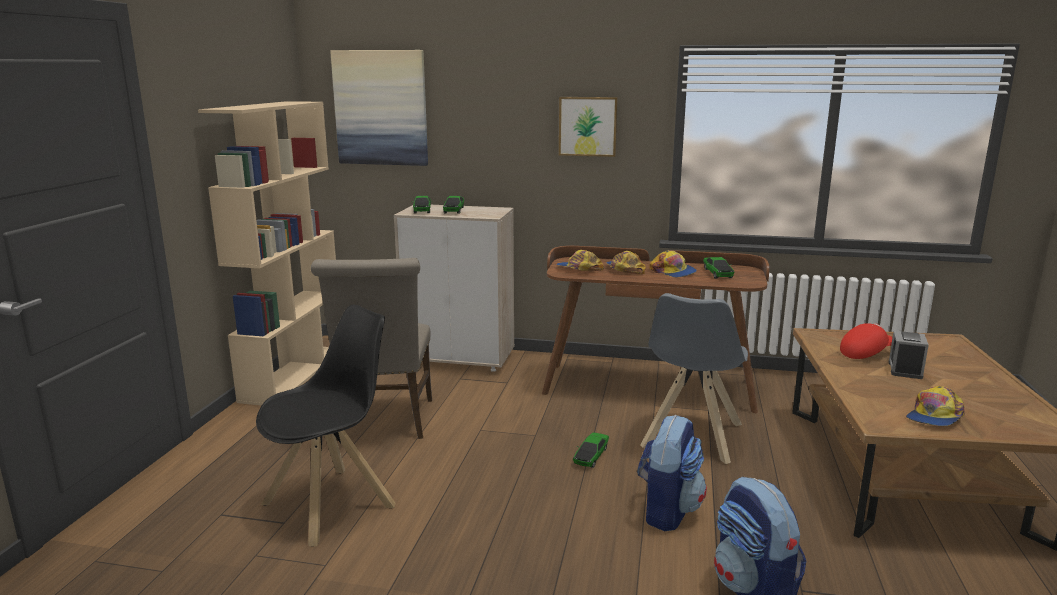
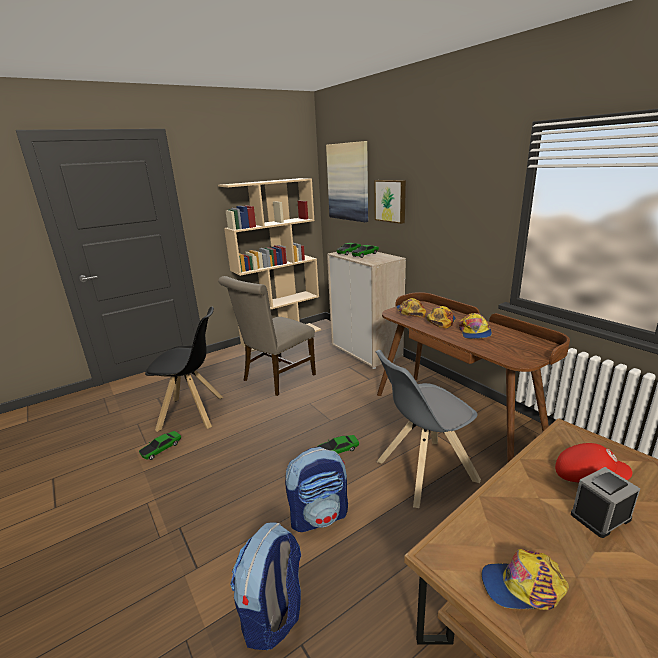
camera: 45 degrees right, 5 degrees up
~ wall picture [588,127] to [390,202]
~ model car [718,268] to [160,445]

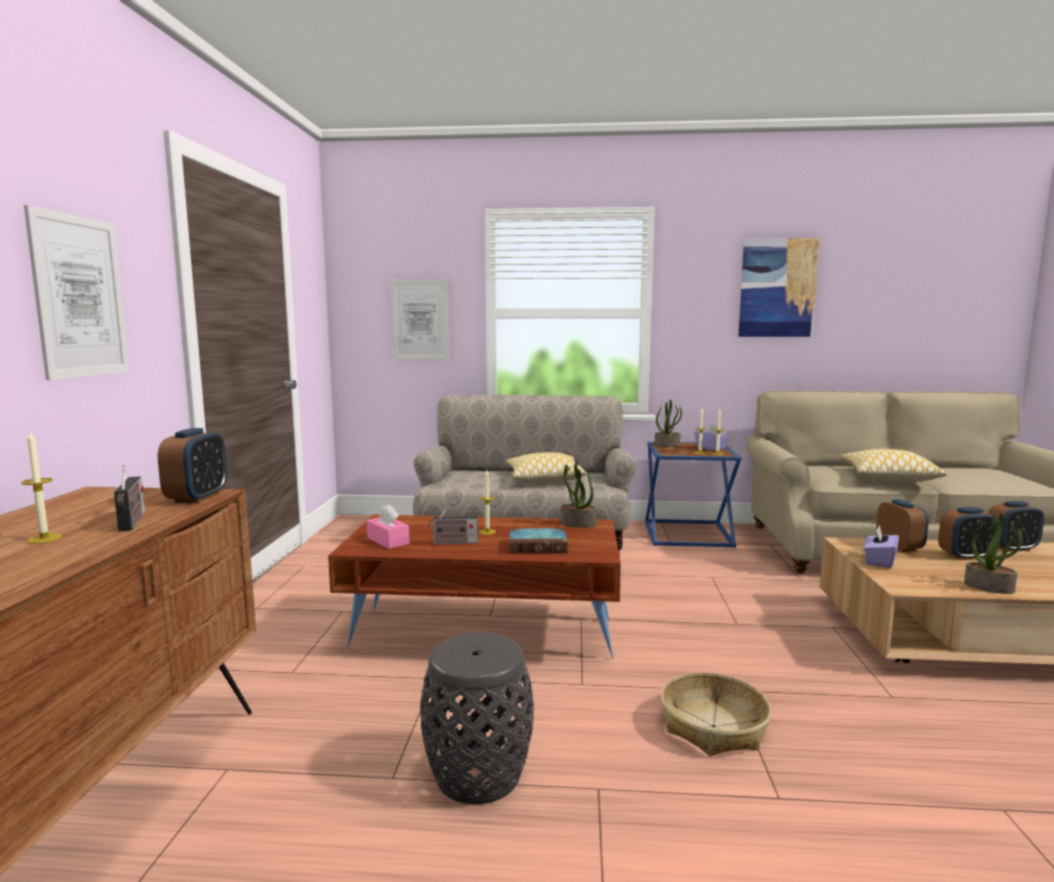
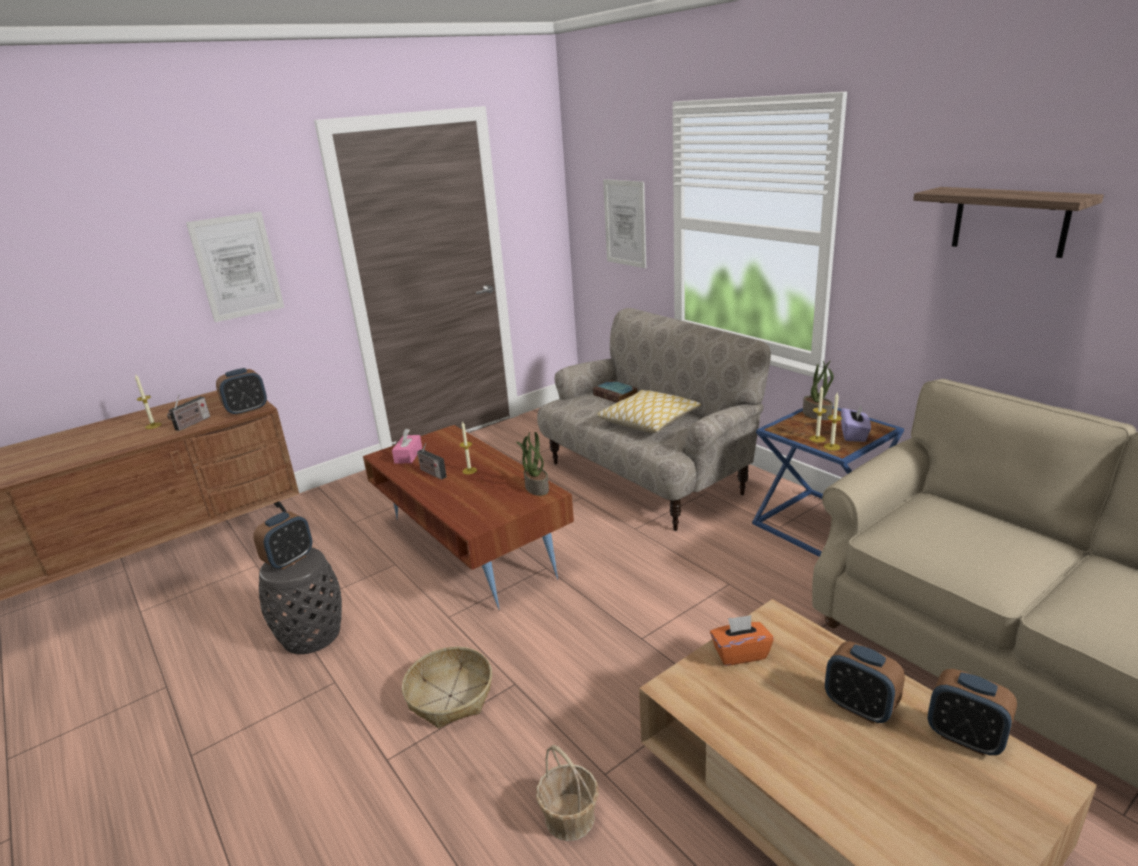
camera: 50 degrees right, 15 degrees up
- pillow [893,465]
- potted plant [993,553]
+ household basket [567,793]
~ book [539,541] to [615,391]
~ alarm clock [902,525] to [282,540]
~ wall picture [778,287] to wall shelf [1008,222]
~ purplish tissue holder [881,546] to orange-coloured tissue holder [742,640]

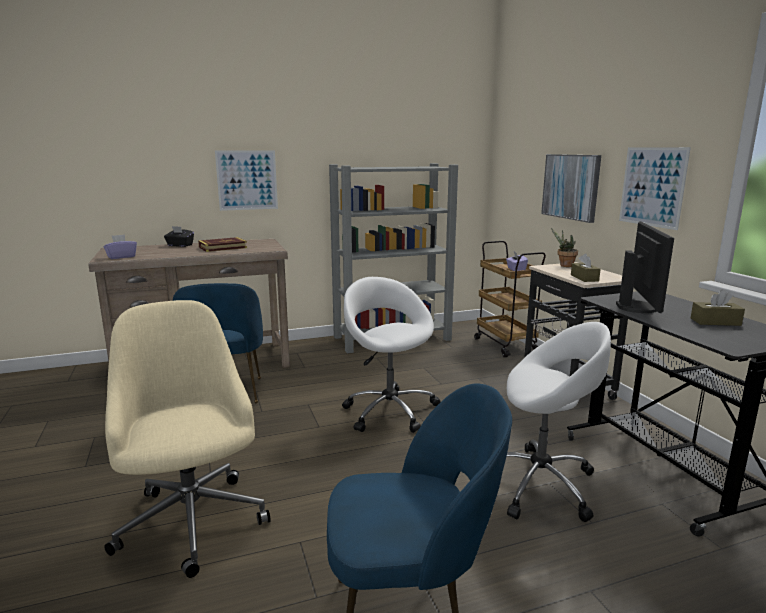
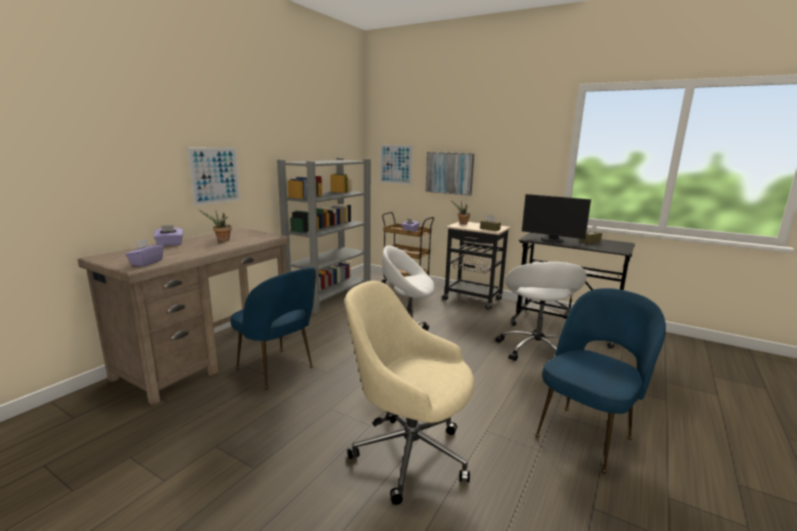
camera: 40 degrees left, 0 degrees up
~ wall picture [655,188] to [396,164]
~ book [222,244] to potted plant [215,225]
~ black tissue holder [179,236] to purplish tissue holder [168,235]
~ white office chair [559,422] = [541,311] 120 degrees clockwise
~ monitor [645,267] = [556,218] 150 degrees clockwise

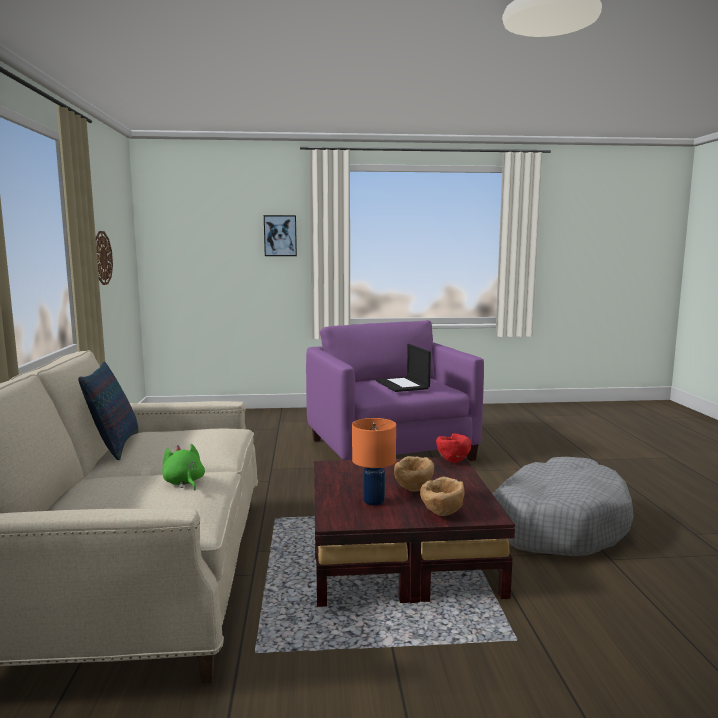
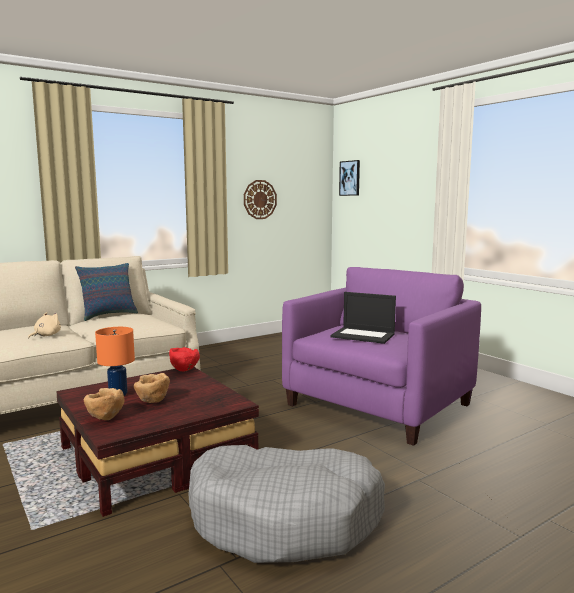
camera: 60 degrees right, 0 degrees up
~ wall picture [280,235] to [349,178]
~ reddish bowl [453,448] to [184,359]
~ greenish plush toy [183,466] to beige-coloured plush toy [44,325]
~ laptop [403,368] = [363,318] 105 degrees counterclockwise

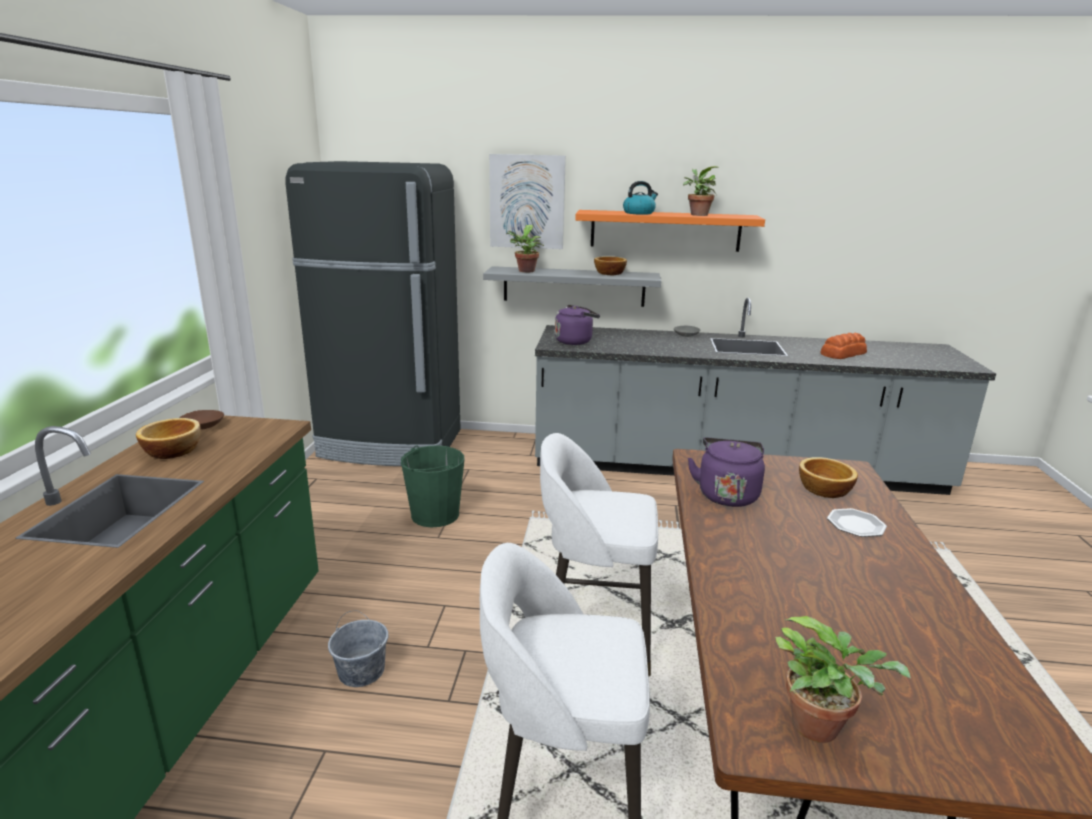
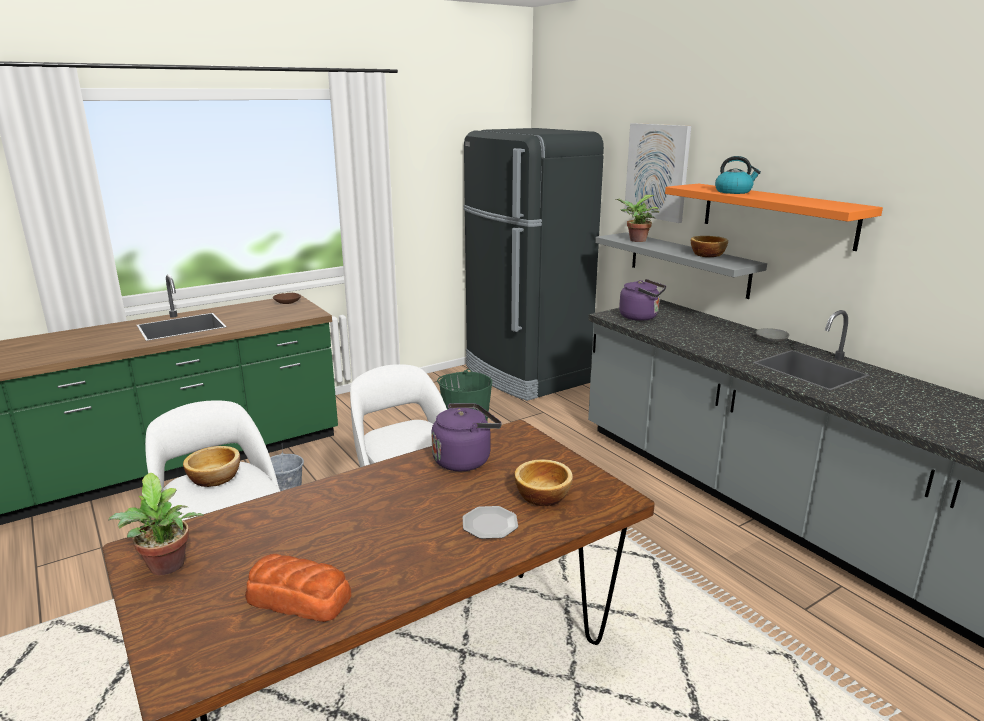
camera: 50 degrees right, 0 degrees up
- potted plant [701,191]
~ bowl [168,438] to [211,466]
~ bakery bread [843,346] to [298,588]

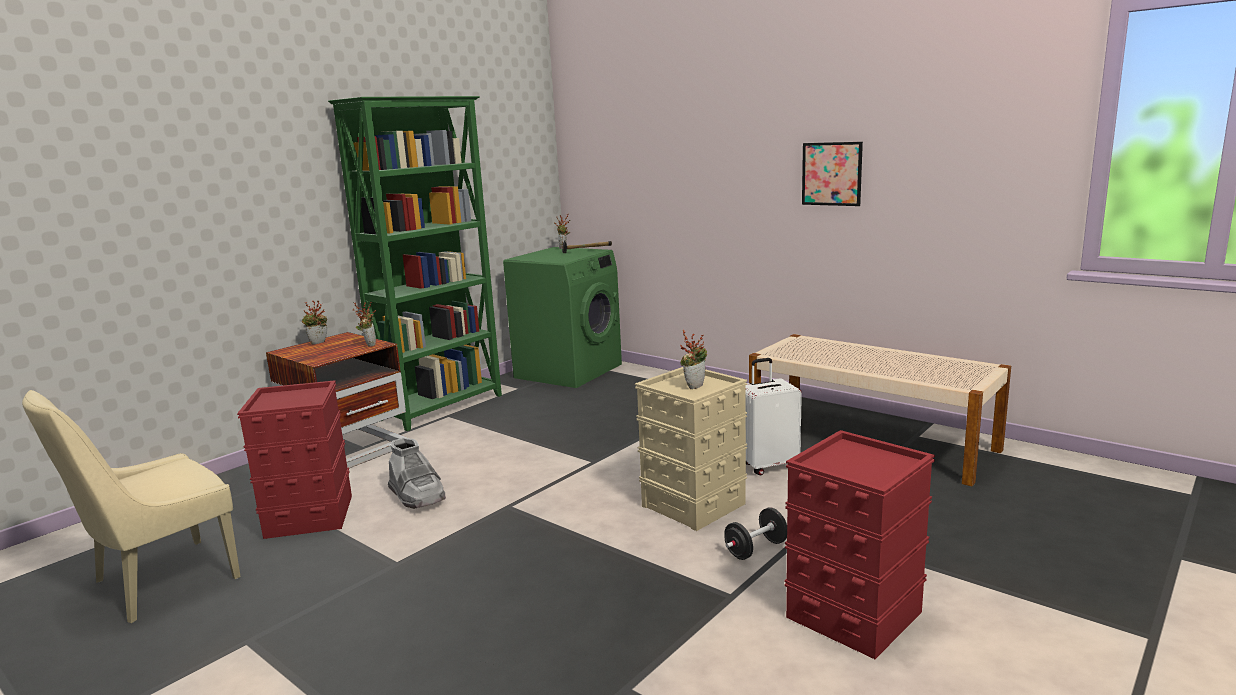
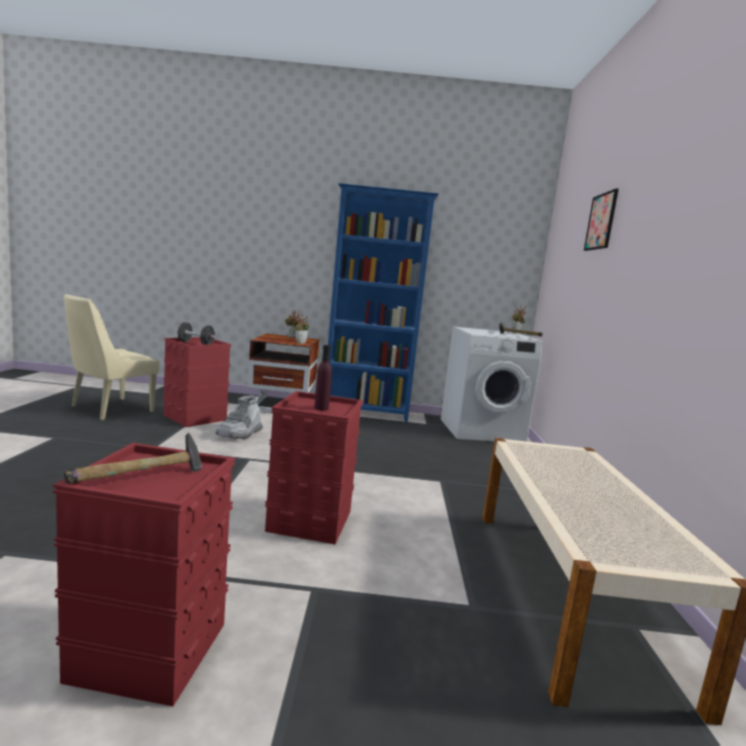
camera: 50 degrees right, 5 degrees down
- white travel case [774,417]
+ tool hammer [133,458]
~ black dumbbell [755,533] to [196,333]
~ wall picture [832,174] to [601,220]
~ potted plant [693,359] to purplish beverage bottle [323,378]
~ greenish shelving unit [415,263] to blue-coloured shelving unit [383,302]
~ greenish laundry appliance [562,317] to white laundry appliance [491,384]
~ beige-coloured storage box [691,449] to reddish storage box [314,467]
~ beige-coloured upright chair [131,506] = [111,357] 60 degrees counterclockwise

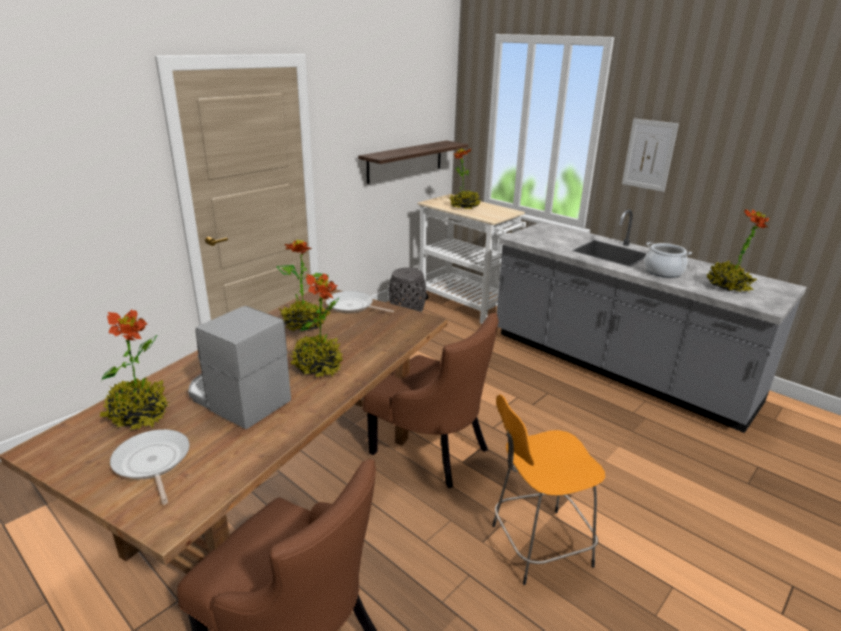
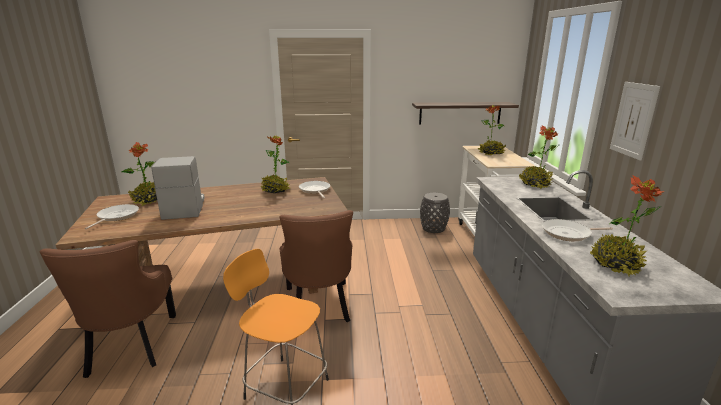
camera: 45 degrees right, 5 degrees down
~ potted plant [316,325] to [539,157]
~ cooking pot [668,260] to skillet [577,230]

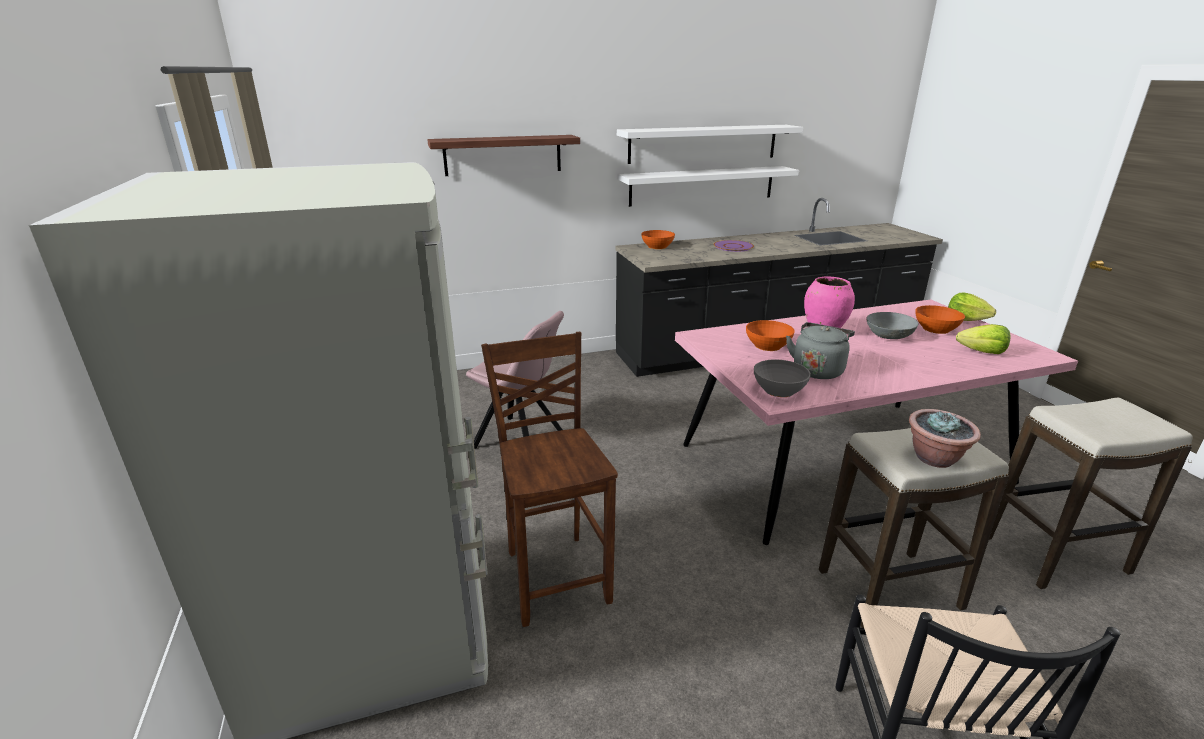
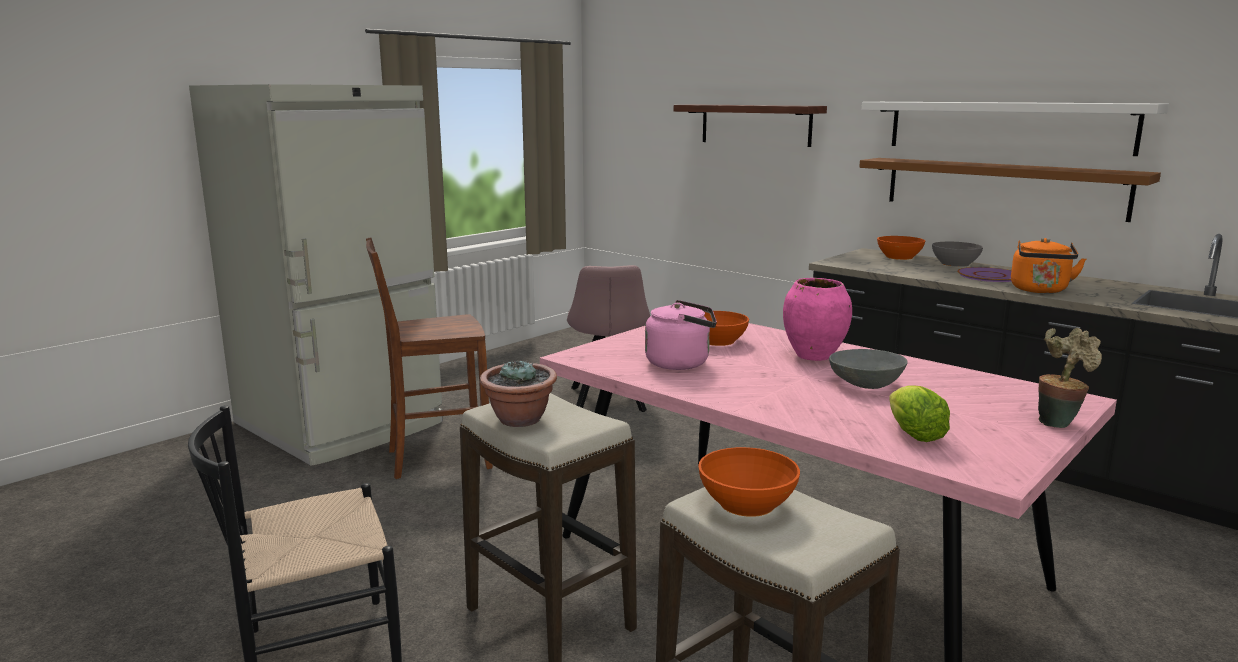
camera: 60 degrees right, 10 degrees down
+ orange-coloured water kettle [1048,265]
~ gray bowl [782,378] to [957,254]
~ orange-coloured bowl [940,319] to [749,482]
~ lettuce head [972,306] to potted plant [1070,378]
~ white wall shelf [708,186] to brownish wall shelf [1010,190]
~ gray water kettle [820,350] to pink-coloured water kettle [681,335]
~ brownish upright chair [549,479] = [429,358] 150 degrees counterclockwise

